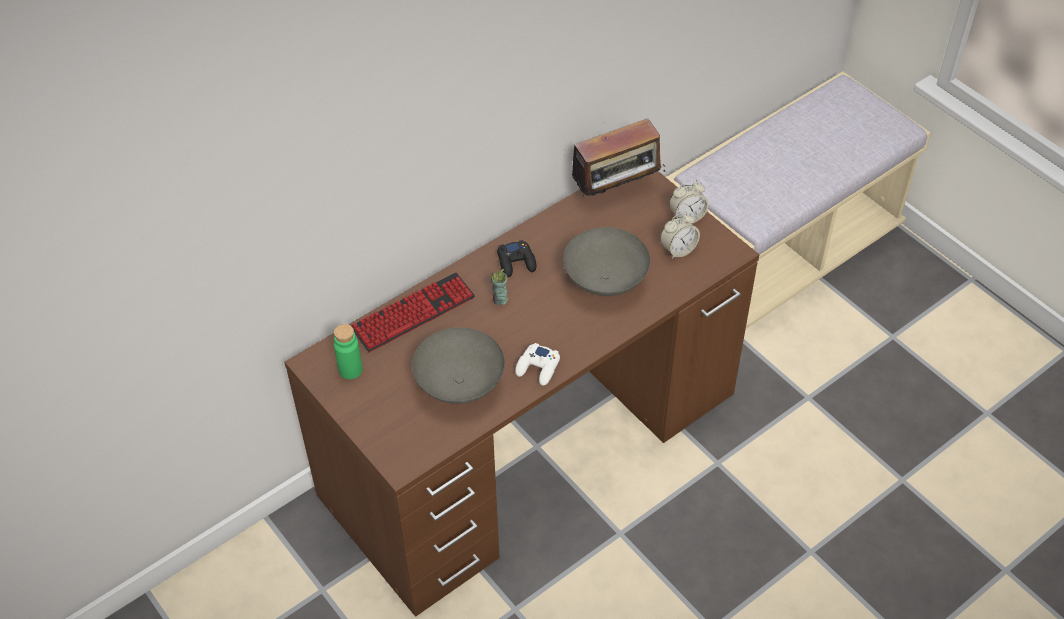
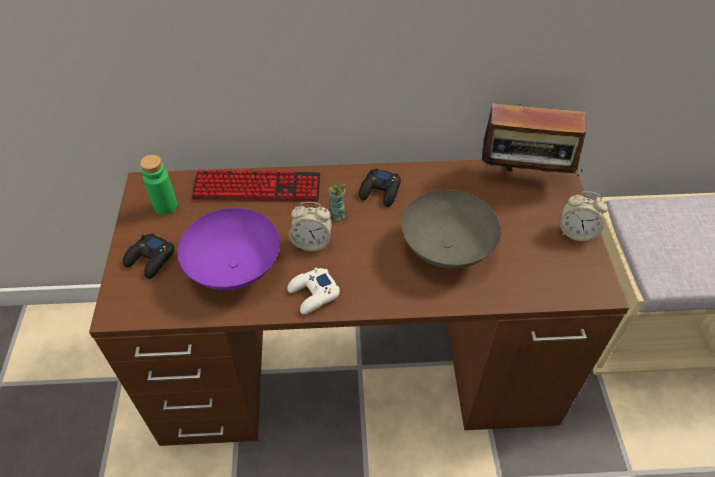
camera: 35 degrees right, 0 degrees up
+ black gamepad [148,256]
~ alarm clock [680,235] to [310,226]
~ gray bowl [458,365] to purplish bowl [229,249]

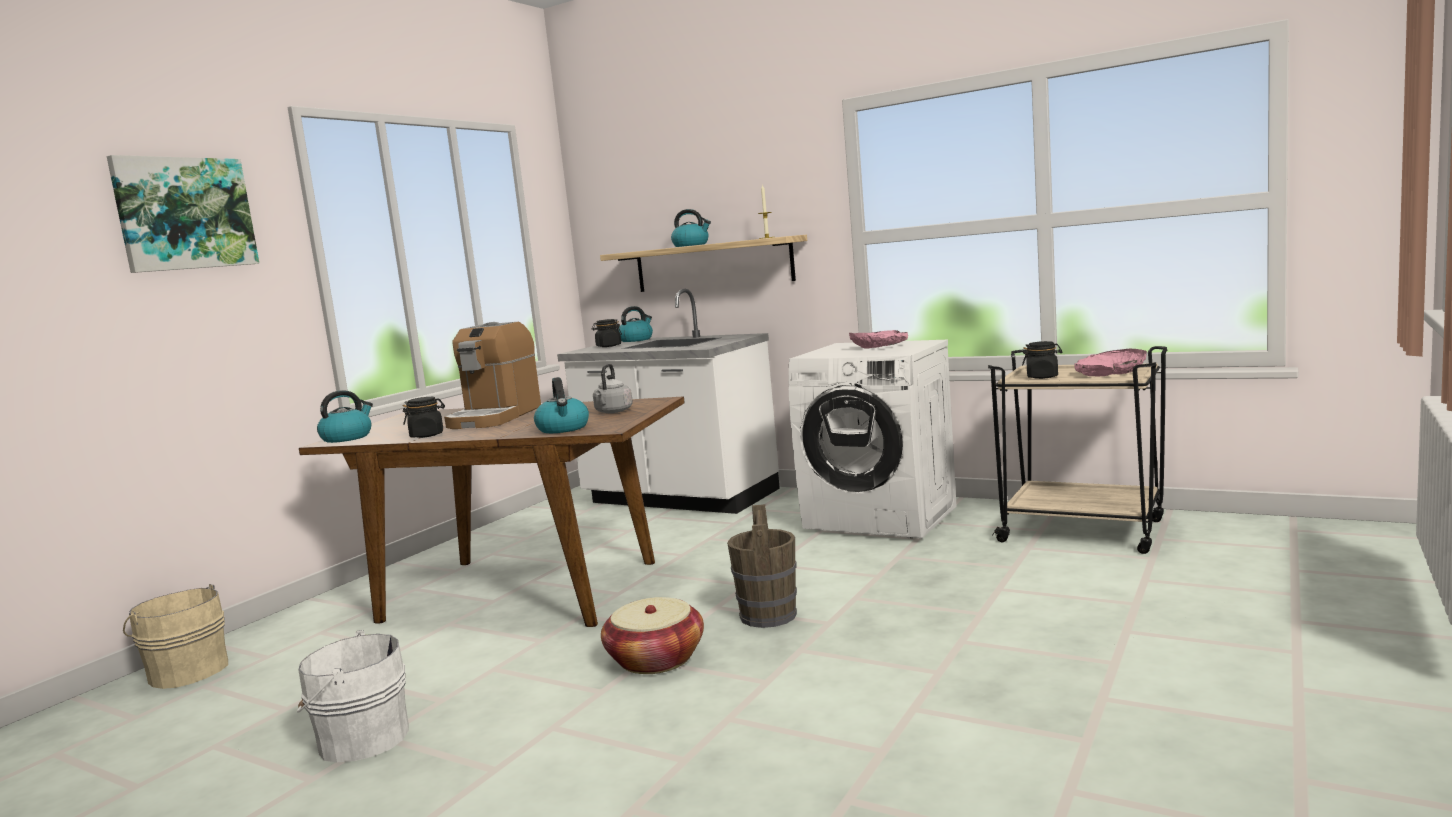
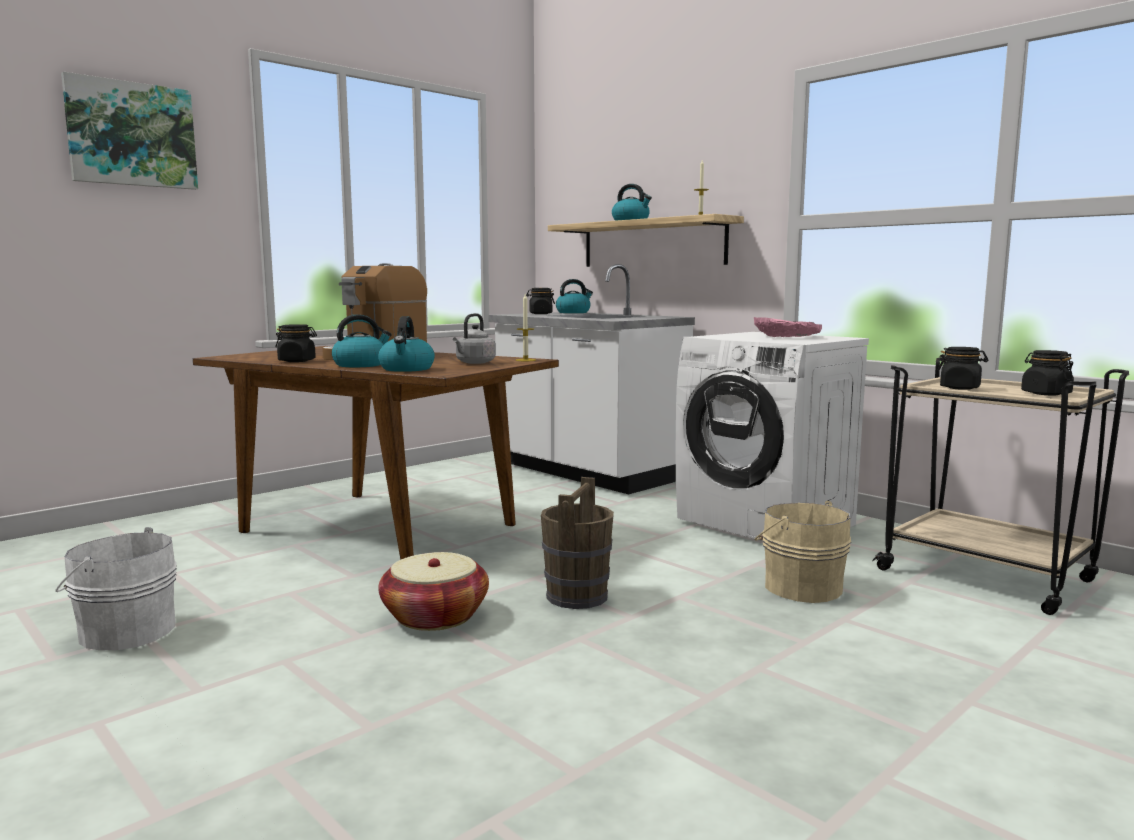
camera: 15 degrees right, 0 degrees up
+ wax light [526,327]
~ beige-coloured pail [175,636] to [803,551]
~ water kettle [345,416] to [362,340]
~ pink-coloured bowl [1110,362] to black storage jar [1047,373]

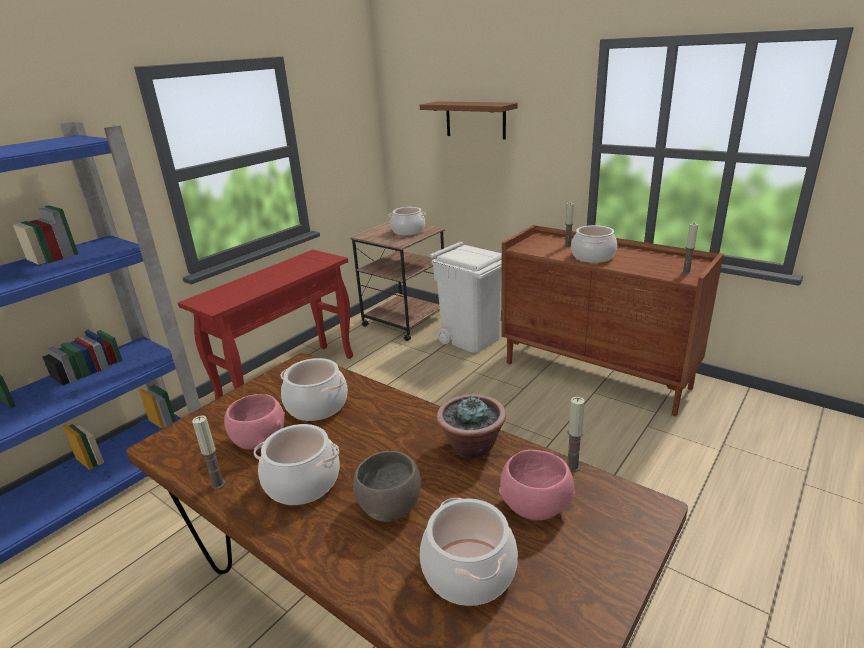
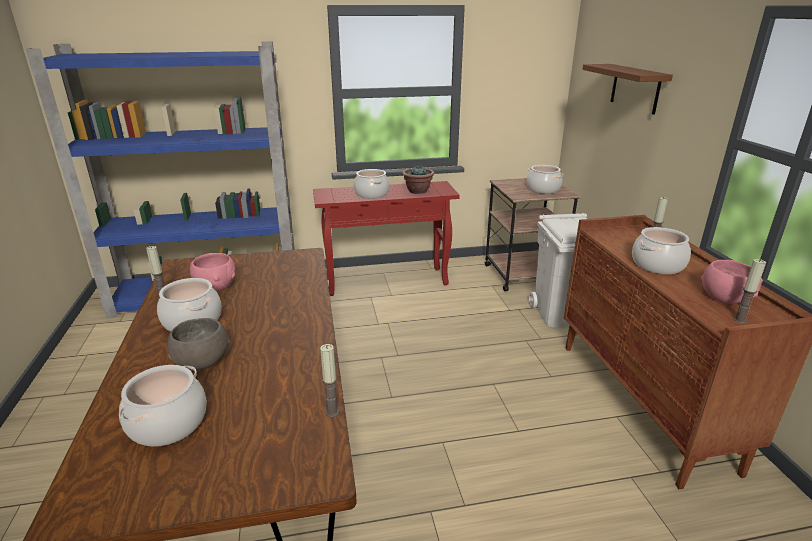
camera: 40 degrees right, 0 degrees up
~ cooking pot [314,389] to [372,184]
~ potted plant [471,426] to [418,179]
~ pink-coloured bowl [537,485] to [732,282]

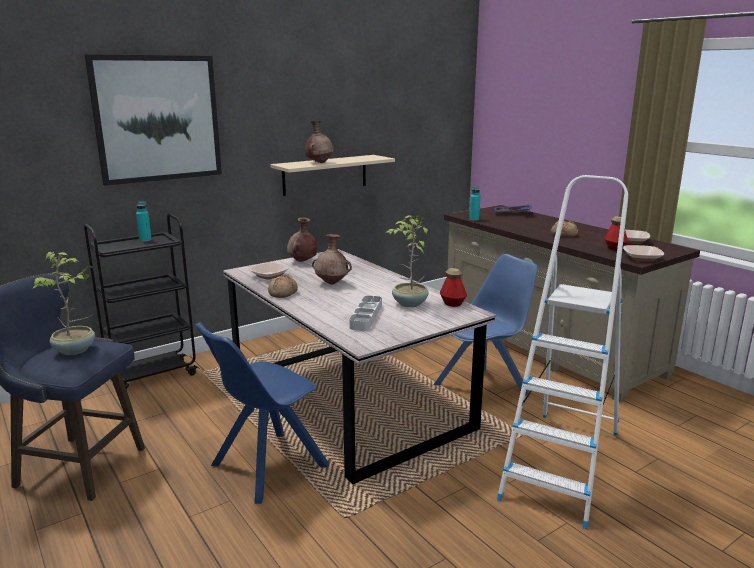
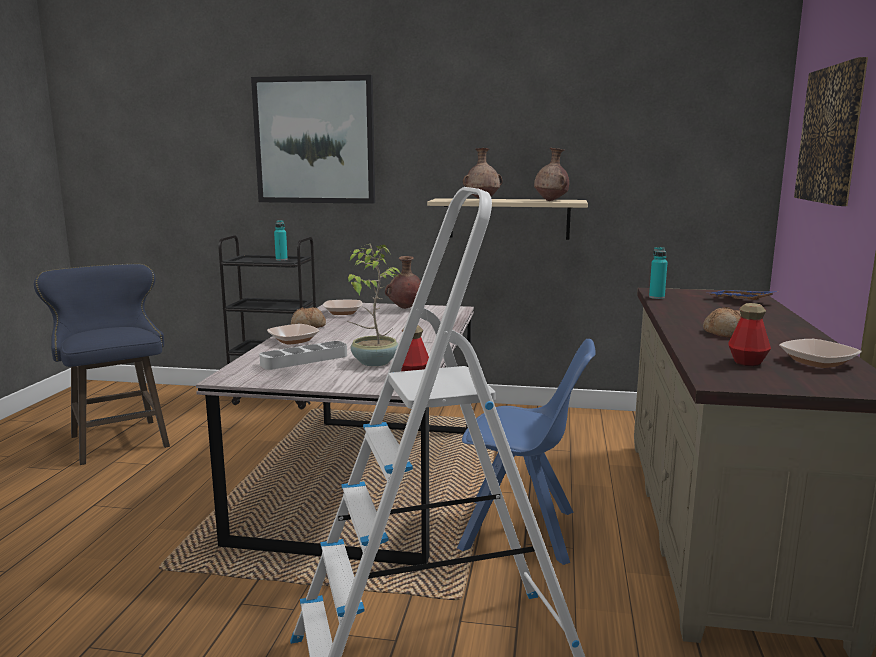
camera: 45 degrees right, 5 degrees down
- potted plant [64,303]
- blue-coloured upright chair [262,413]
+ wall picture [831,131]
~ brownish vase [332,259] to [551,174]
~ bowl [643,253] to [293,334]

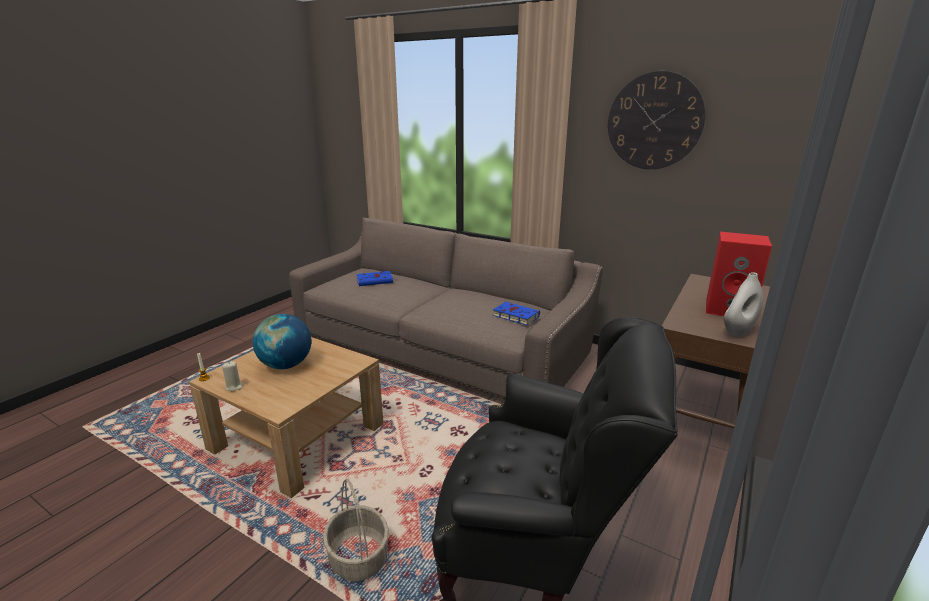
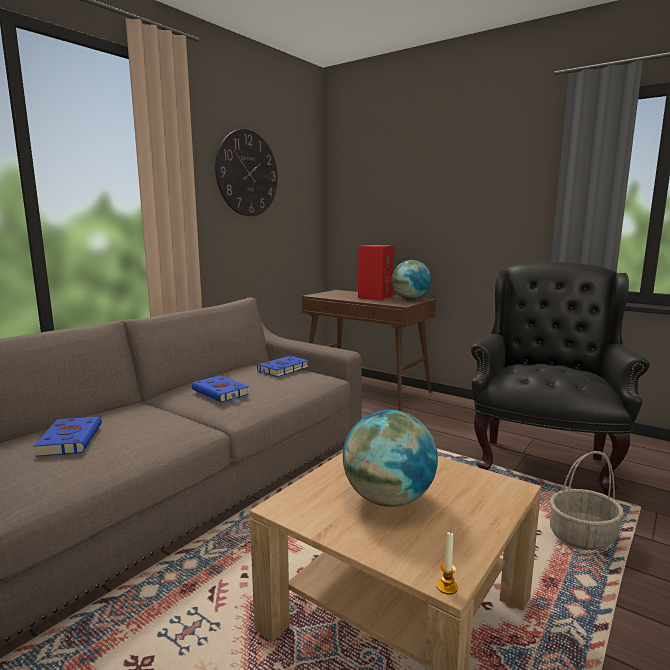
camera: 85 degrees left, 10 degrees down
- beige-coloured wax light [232,376]
+ blue-coloured book [220,389]
~ white vase [743,304] to desk globe [411,280]

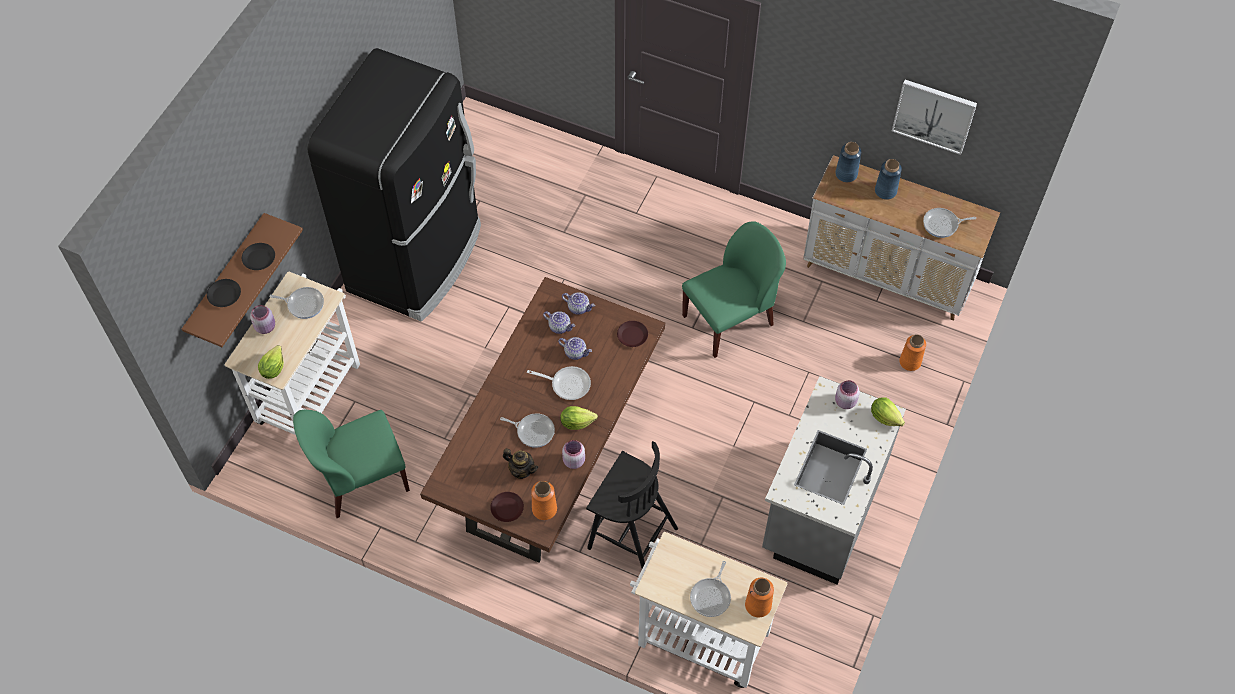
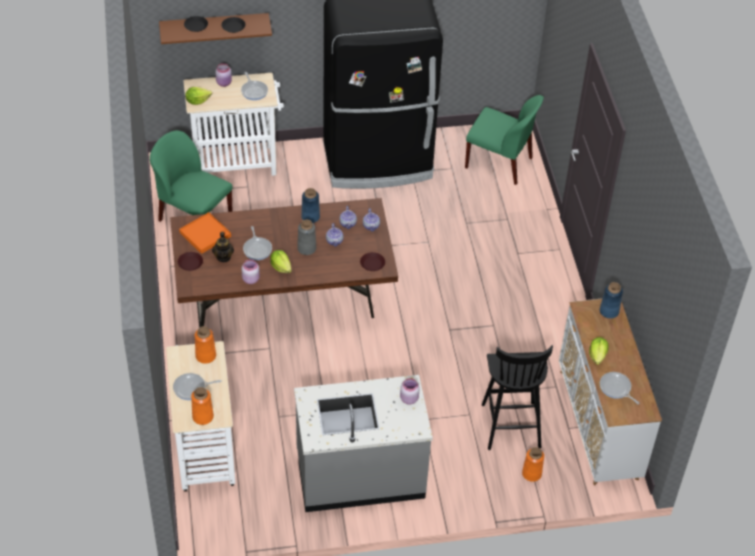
camera: 55 degrees right, 10 degrees down
- wall picture [934,117]
+ orange-coloured tray [205,233]
~ orange-coloured vase [544,500] to [205,345]
~ black stool seat [632,505] to [517,397]
~ greenish upright chair [734,289] to [504,140]
~ lettuce head [888,411] to [599,351]
~ blue-coloured vase [888,179] to [310,205]
~ skillet [559,383] to gray vase [306,237]

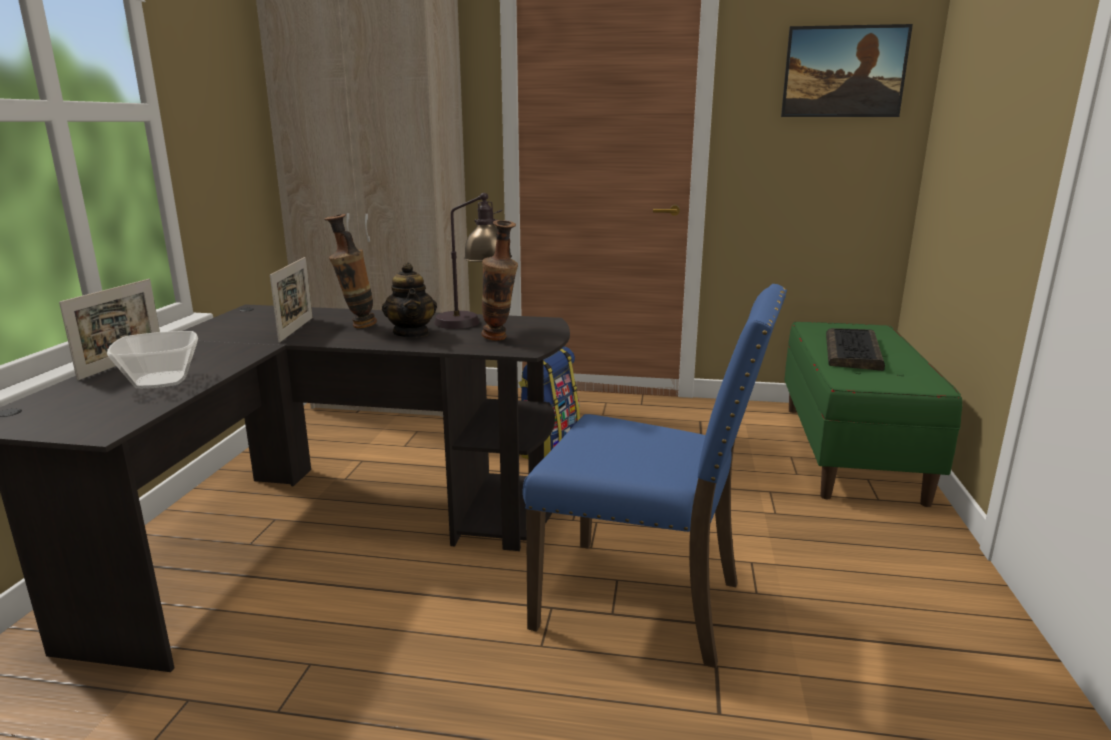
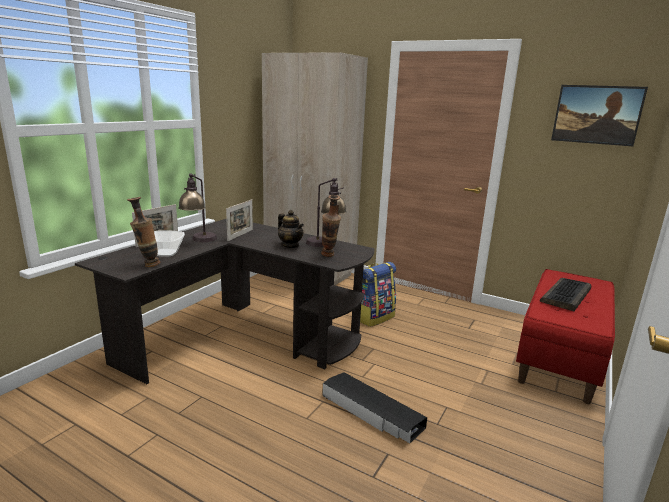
camera: 20 degrees right, 0 degrees up
+ lamp for a table [197,207]
~ vase [350,271] to [143,232]
~ blue-coloured upright chair [654,476] to black storage box [374,407]
~ greenish bench [873,414] to reddish bench [565,336]
~ tea pot [409,300] = [291,229] 45 degrees counterclockwise

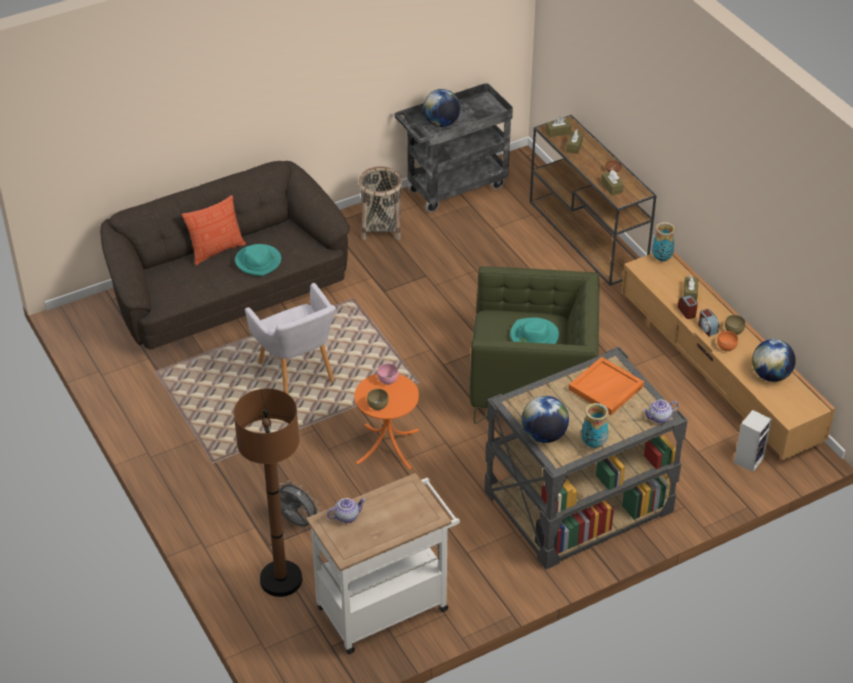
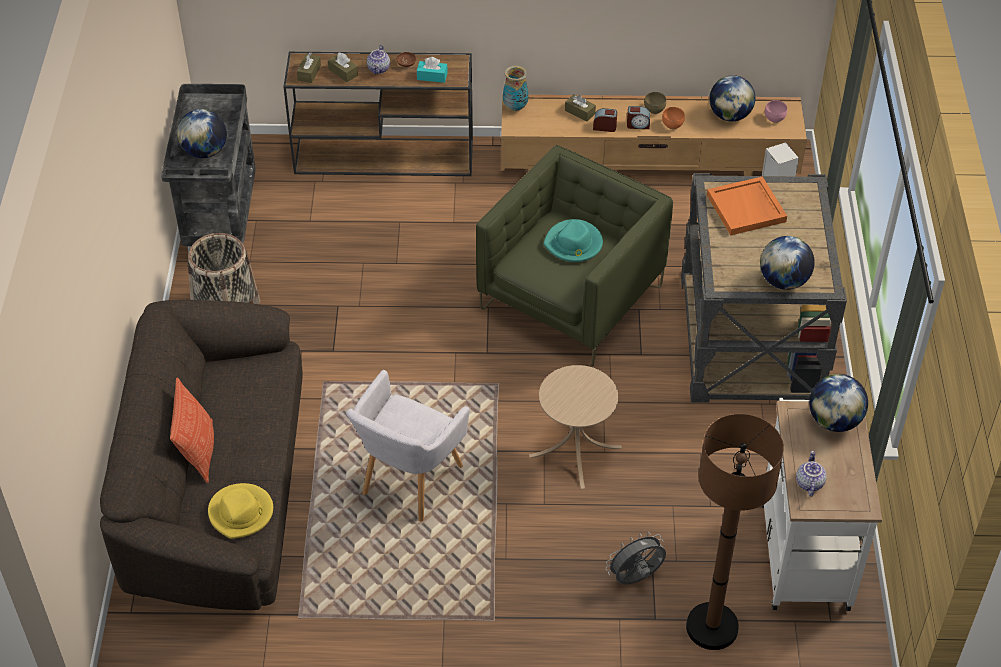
camera: 60 degrees left, 5 degrees up
- turquoise-coloured wearable hat [258,260]
- brownish bowl [378,399]
- vase [595,425]
+ yellowish wearable hat [240,511]
+ desk globe [838,403]
~ pink-coloured bowl [387,374] to [776,111]
~ tea pot [660,412] to [378,59]
~ orange-coloured side table [386,422] to beige-coloured side table [575,427]
~ brownish tissue holder [612,183] to turquoise-coloured tissue holder [432,70]
~ gray armchair [290,339] = [408,445] 120 degrees clockwise

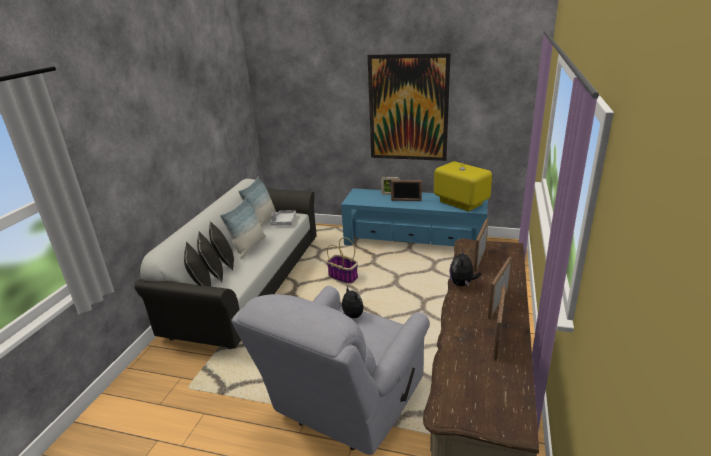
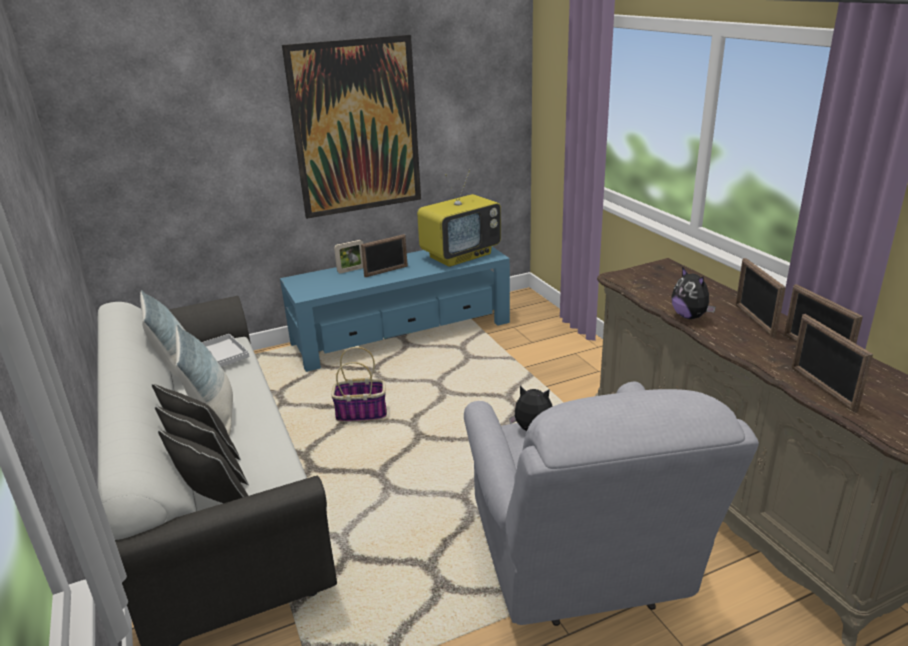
camera: 40 degrees left, 0 degrees up
~ picture frame [480,245] to [832,363]
~ television [463,178] = [459,218] 135 degrees clockwise

